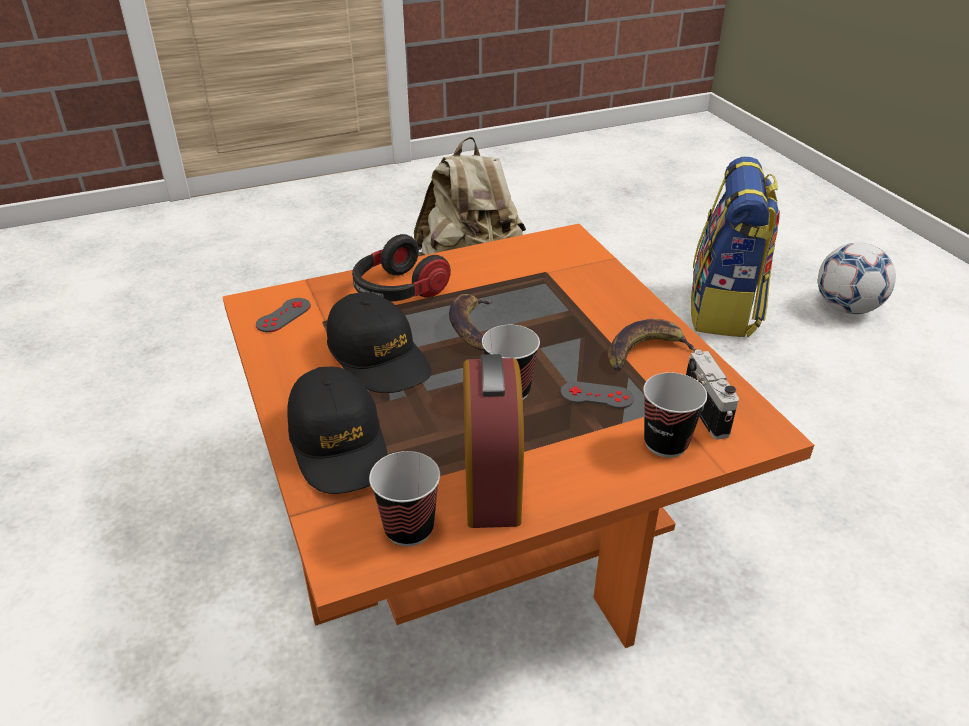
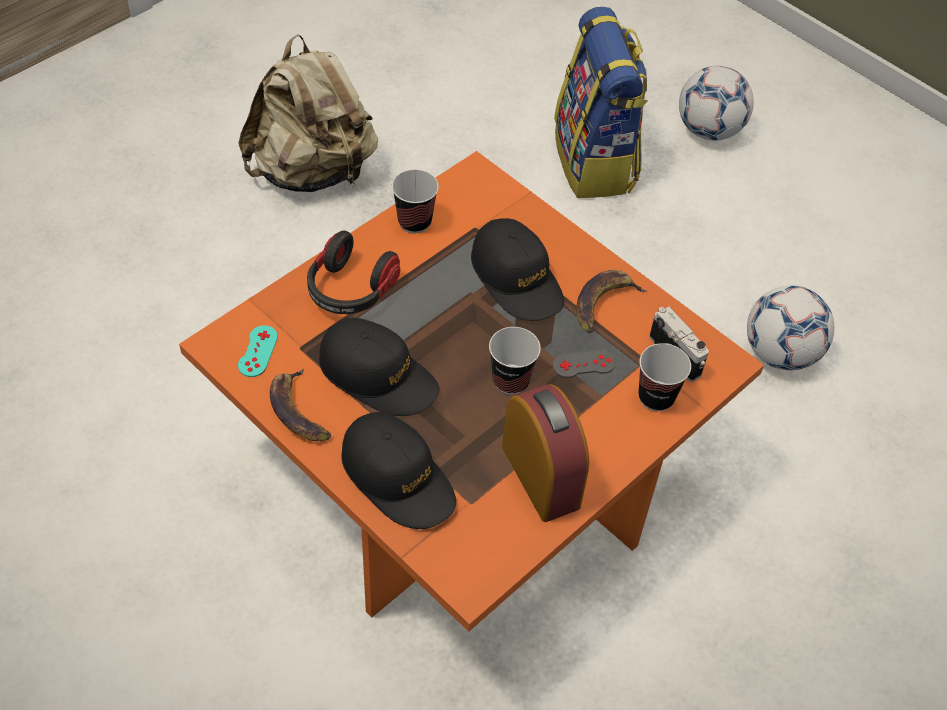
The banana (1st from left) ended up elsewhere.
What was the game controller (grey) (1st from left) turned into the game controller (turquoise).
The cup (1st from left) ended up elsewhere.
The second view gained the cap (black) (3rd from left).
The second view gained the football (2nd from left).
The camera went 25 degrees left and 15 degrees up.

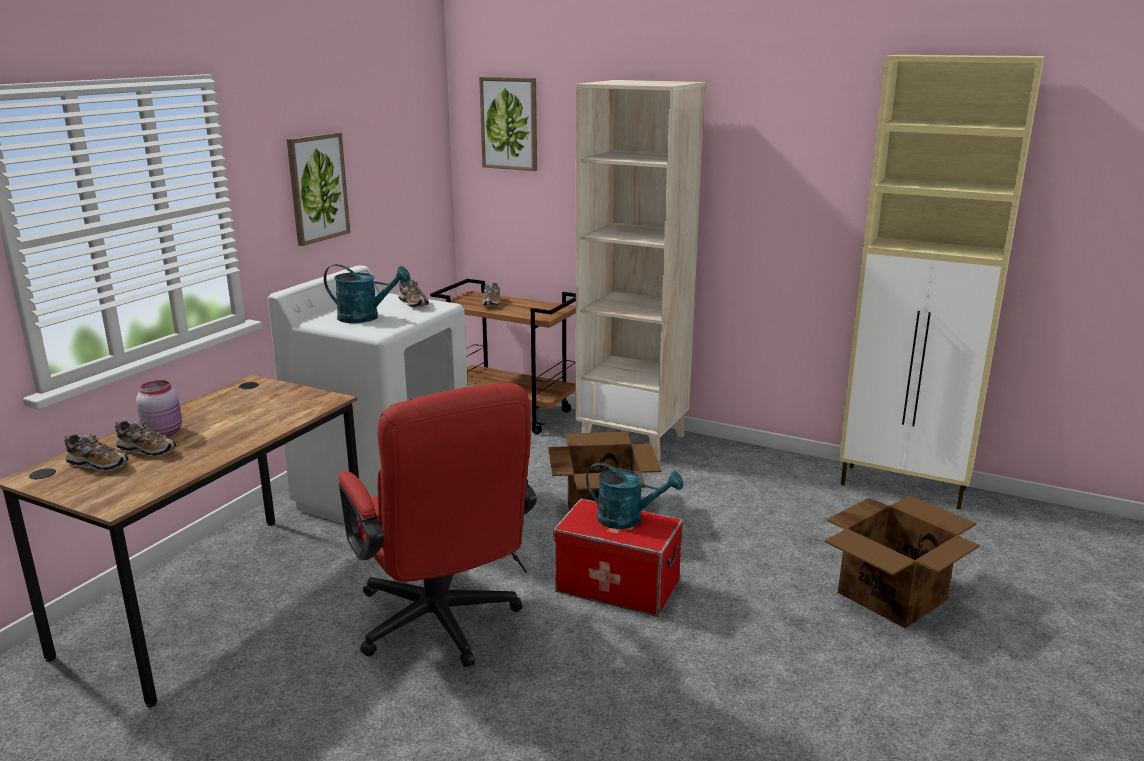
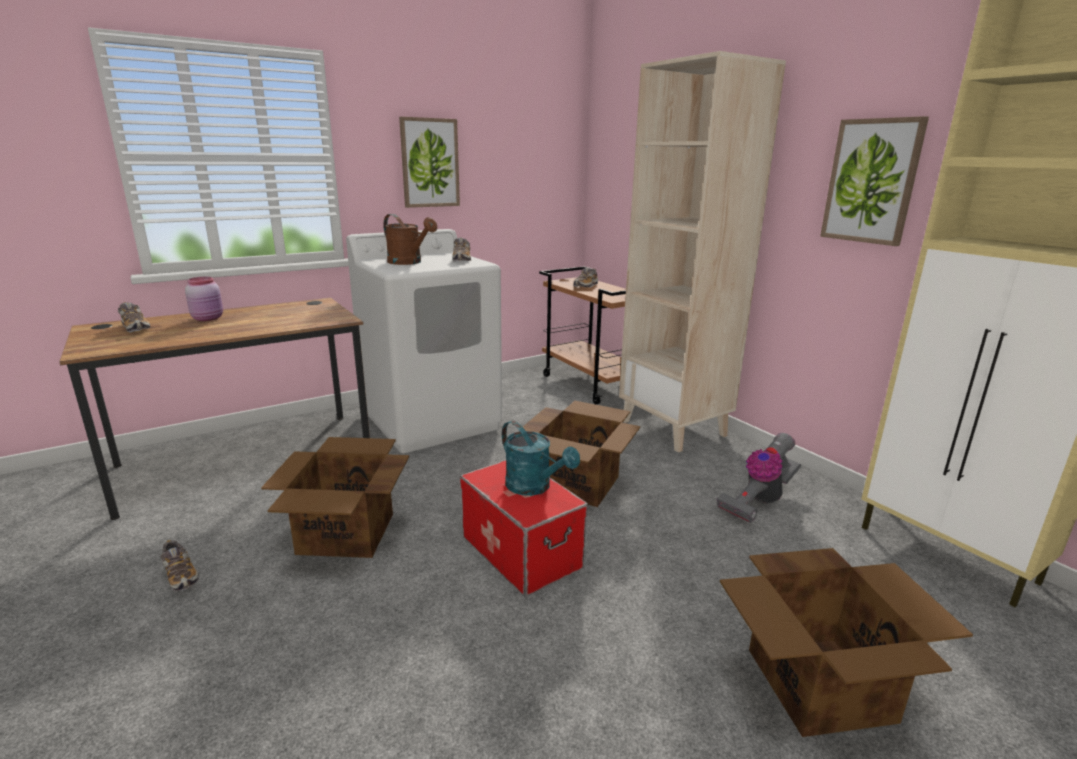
The picture (2nd from left) ended up elsewhere.
What was the watering can (turquoise) (1st from left) turned into the watering can (brown).
Where the office chair (red) stood, the cardboard box (1st from left) came to stand.
The shoe (2nd from left) ended up elsewhere.
The second view gained the vacuum cleaner.
The camera went 30 degrees right and 0 degrees up.

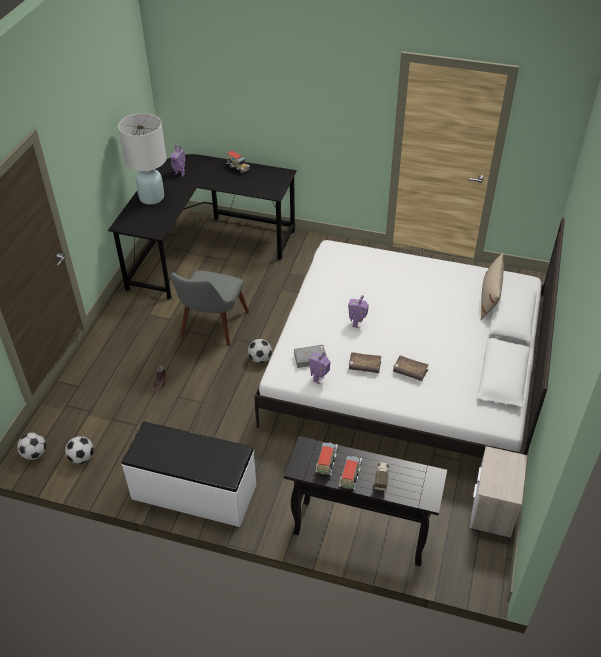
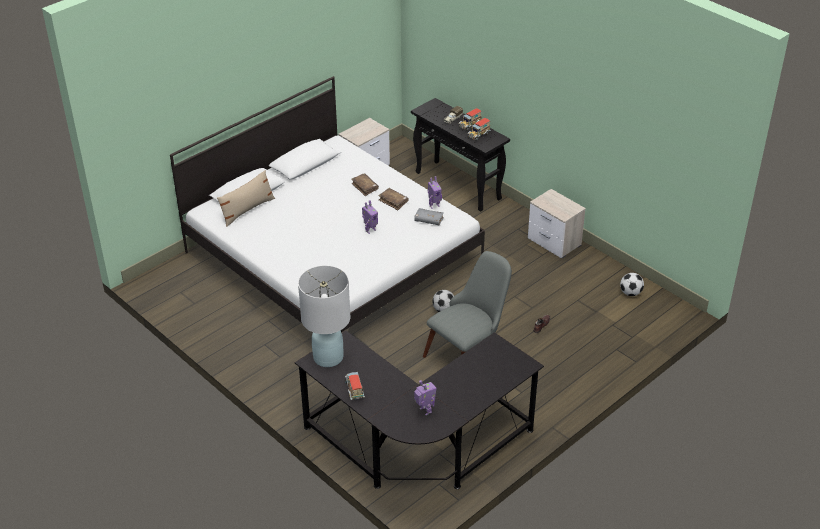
The table lamp (white) ended up elsewhere.
Where the bench (white) stood, the nightstand (2nd from left) came to stand.
The second view lost the football (1st from left).
The camera went 150 degrees left and 5 degrees down.

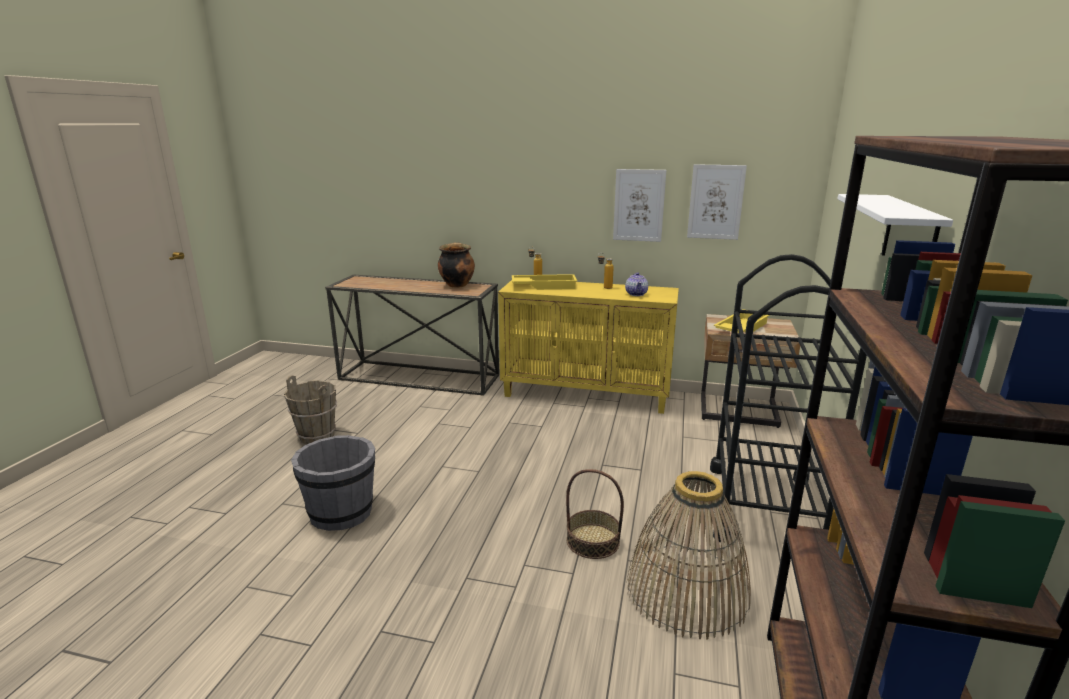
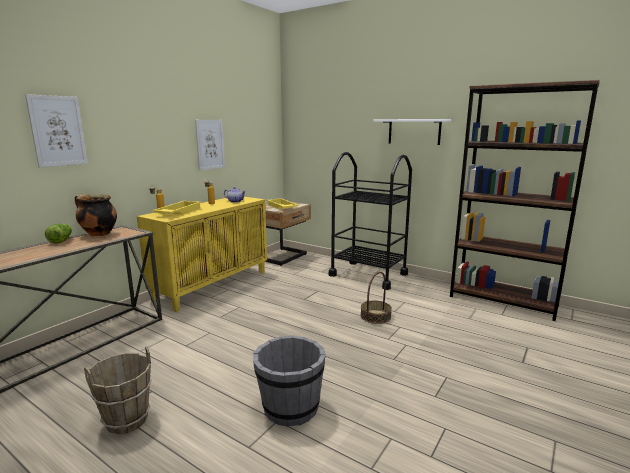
The picture (2nd from left in the first image) ended up elsewhere.
The second view lost the basket (2nd from left).
The second view gained the lettuce.
The camera went 70 degrees left and 5 degrees down.

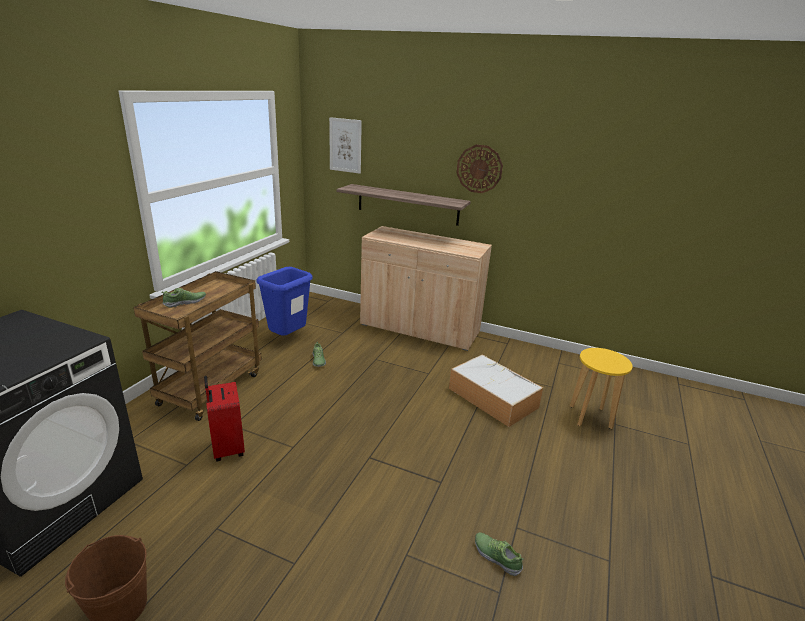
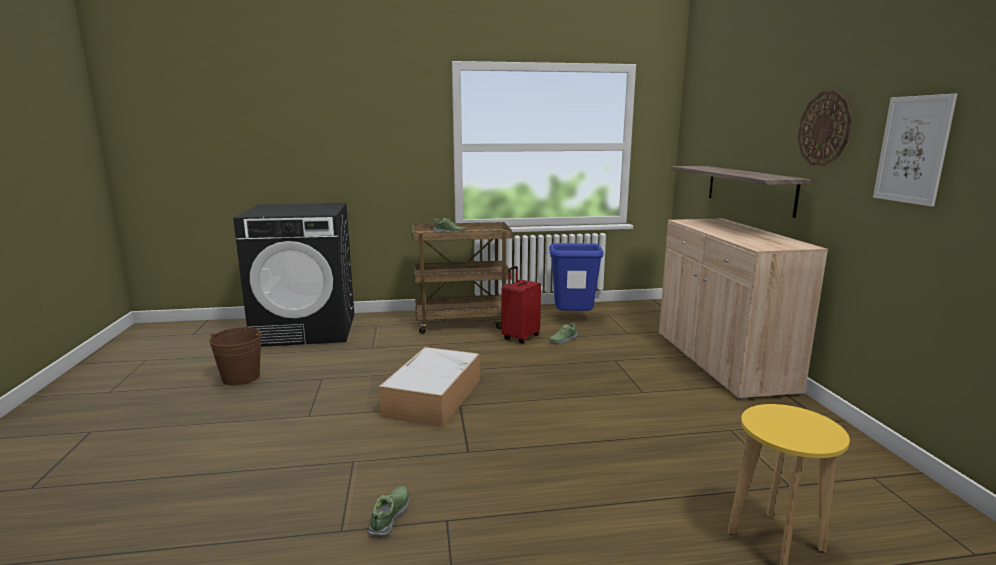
The picture ended up elsewhere.
The storage box ended up elsewhere.
The suitcase (red) ended up elsewhere.
The camera went 60 degrees right and 10 degrees down.

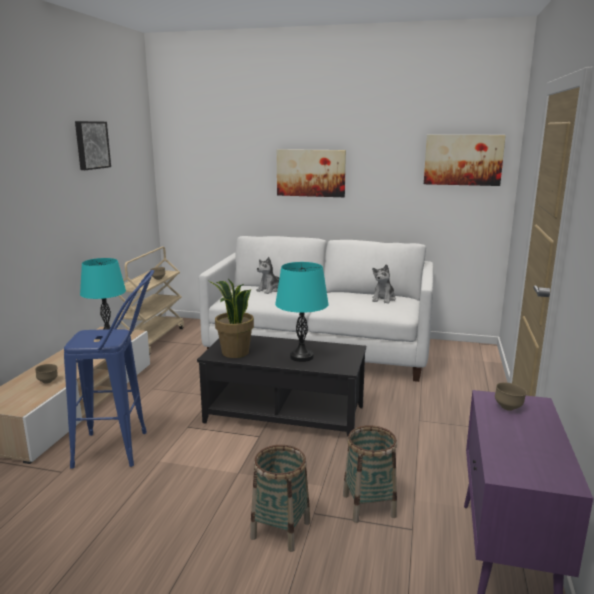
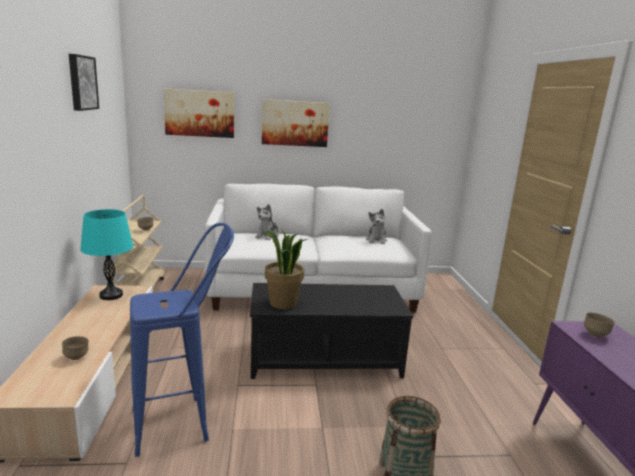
The picture (3rd from left in the first image) ended up elsewhere.
The second view lost the table lamp (turquoise) (2nd from left).
The second view lost the basket (2nd from left).
The camera went 20 degrees left and 0 degrees up.

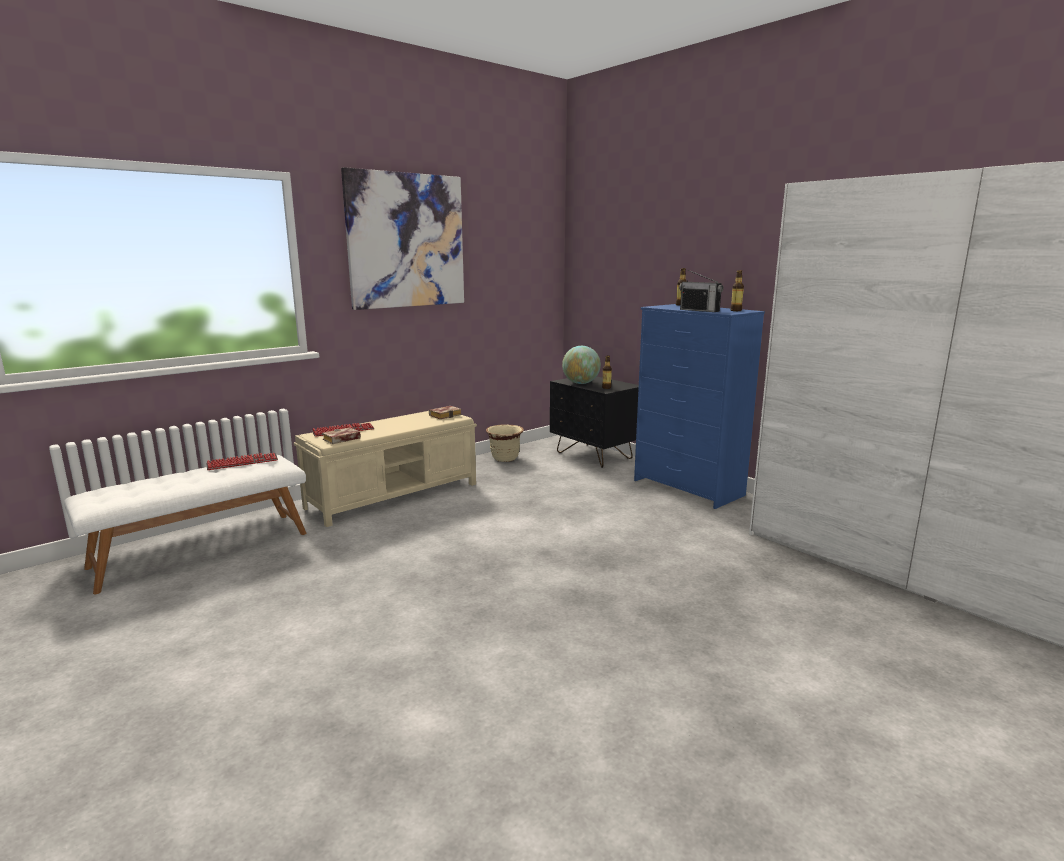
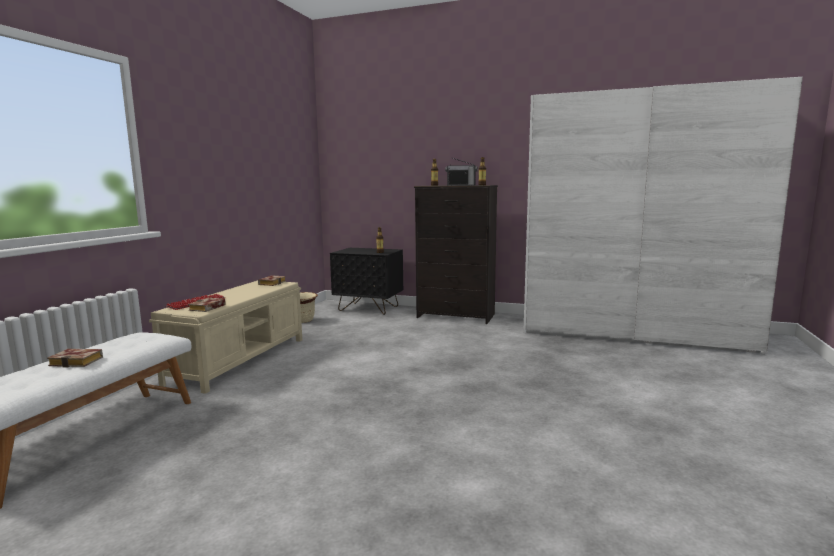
The second view lost the picture.
What was the dresser (blue) turned into the dresser (black).
The second view lost the globe.
The second view lost the keyboard (1st from left).
The second view gained the book (1st from left).
The camera went 30 degrees left and 5 degrees down.

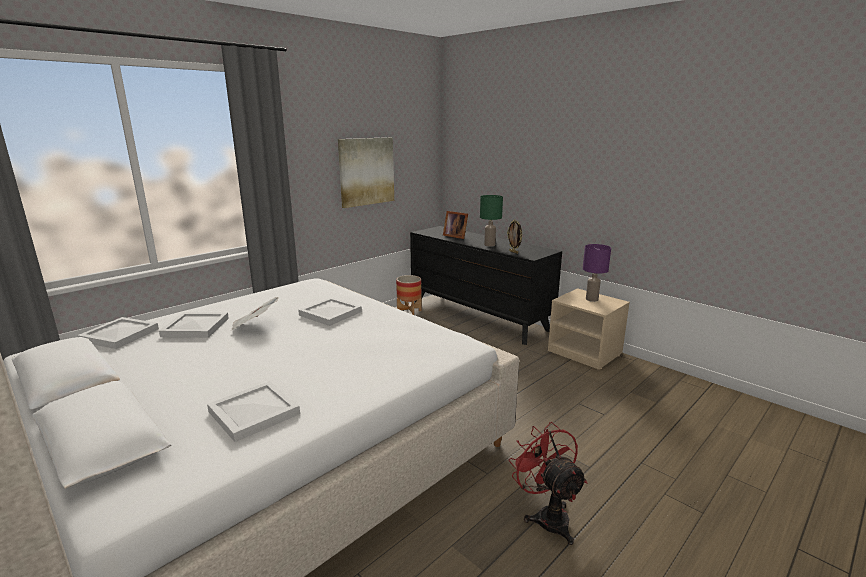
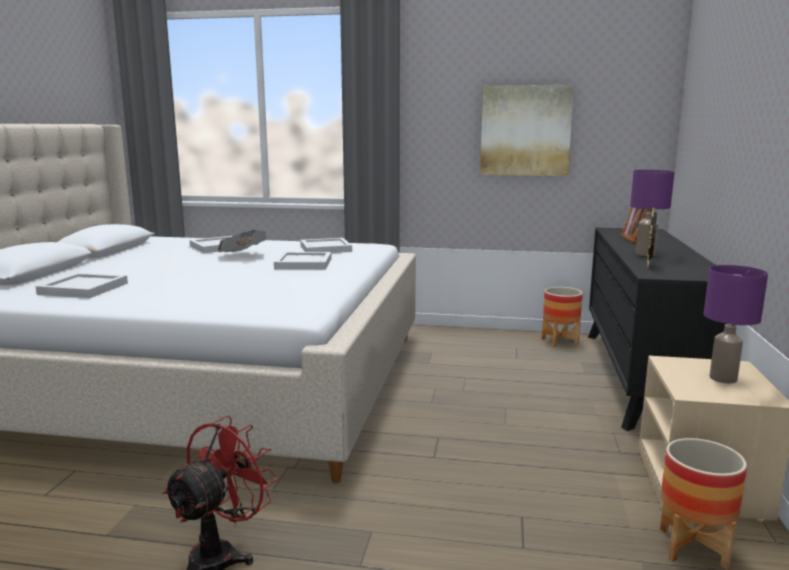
What was the table lamp (green) turned into the table lamp (purple) (1st from left).
The tray (white) (1st from left in the first image) ended up elsewhere.
The second view gained the planter (2nd from left).
The camera went 55 degrees right and 5 degrees down.

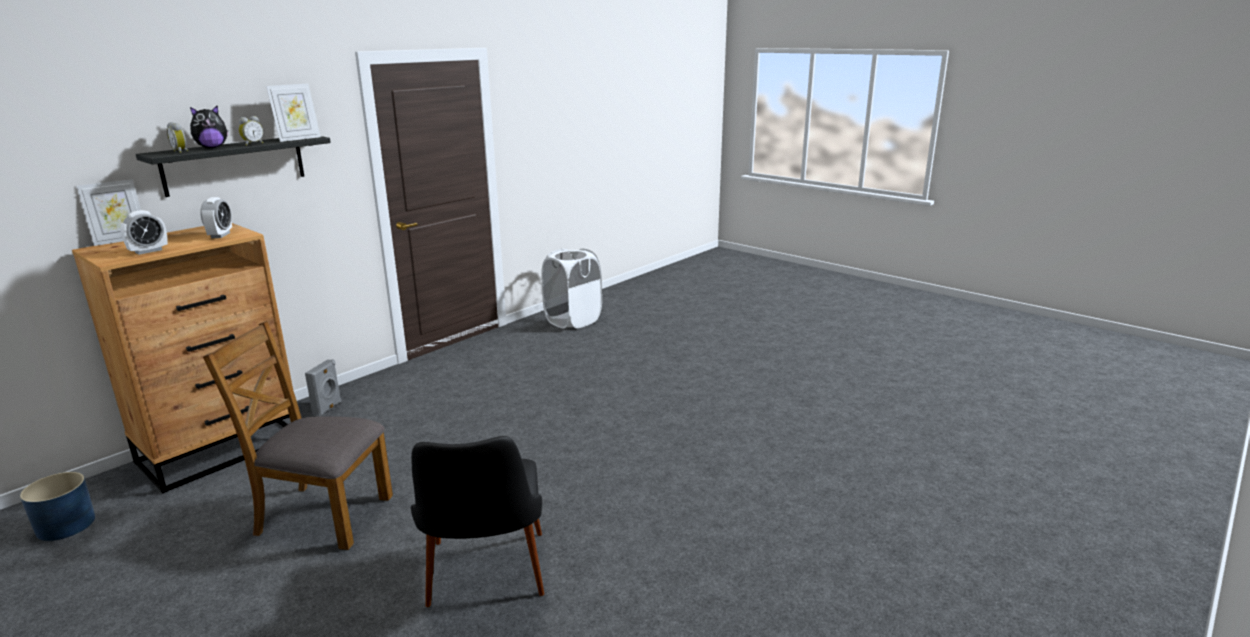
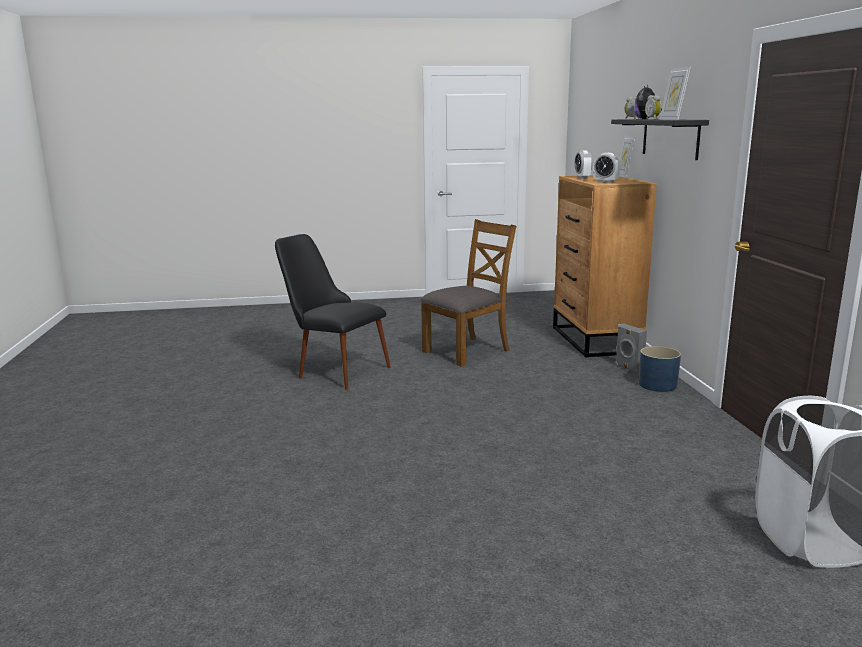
The planter (blue) ended up elsewhere.
The camera went 130 degrees right and 5 degrees down.

